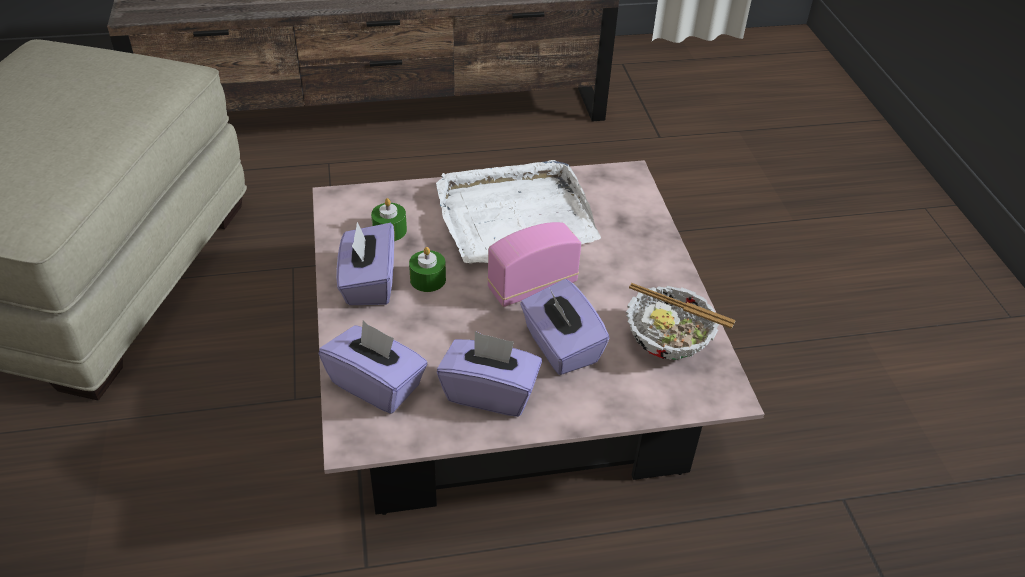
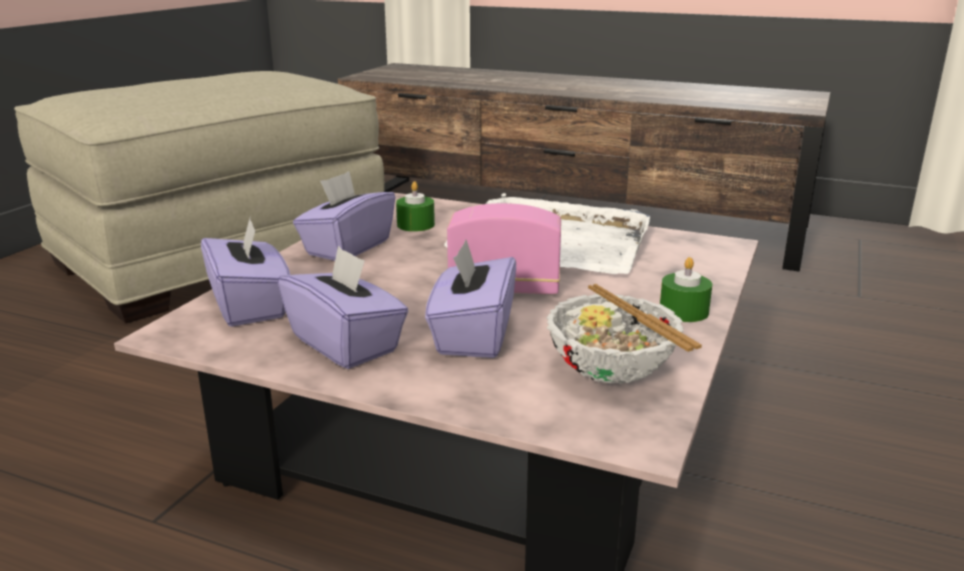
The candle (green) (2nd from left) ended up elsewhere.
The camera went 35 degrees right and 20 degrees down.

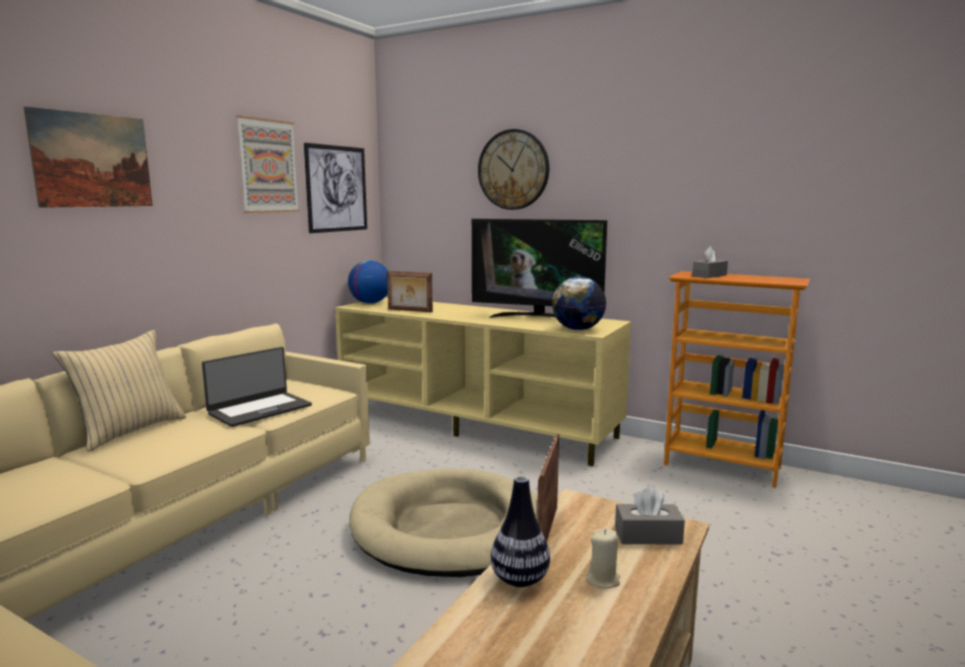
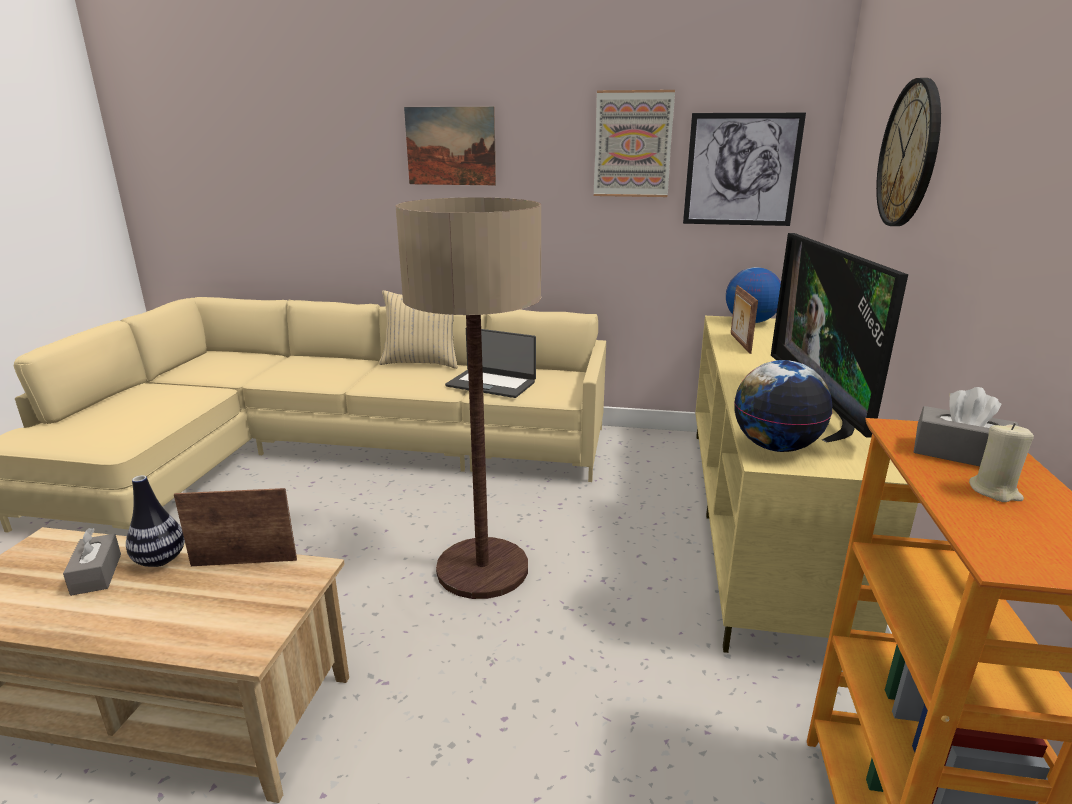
Where the dog bed (beige) stood, the floor lamp came to stand.
The tissue box (grey) (1st from left) ended up elsewhere.
The candle (beige) ended up elsewhere.
The camera went 70 degrees right and 10 degrees up.

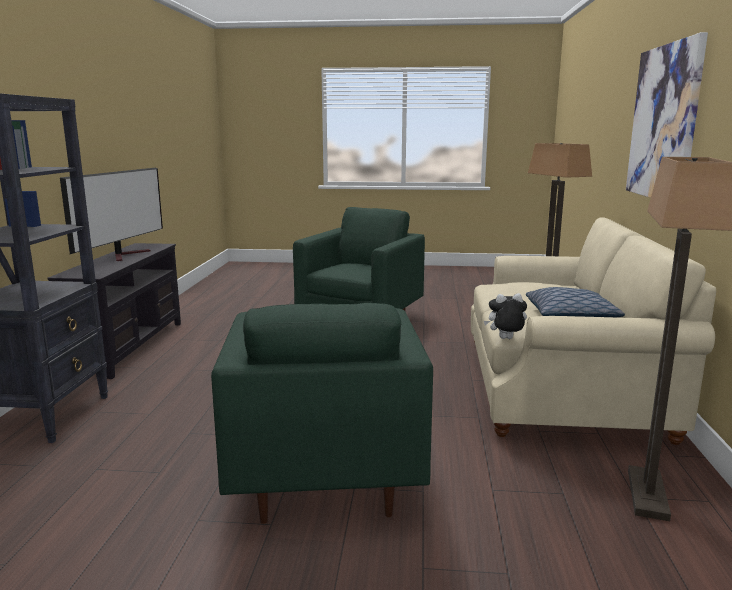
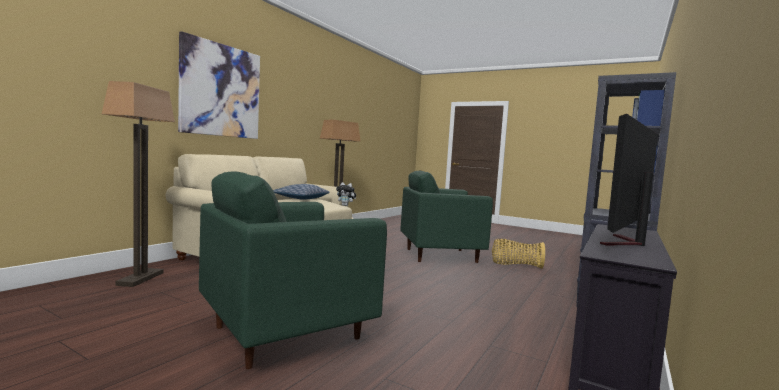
The armchair (green) (1st from left in the first image) ended up facing another way, 120 degrees counterclockwise from before.
The second view gained the basket.
The camera went 155 degrees left and 10 degrees down.

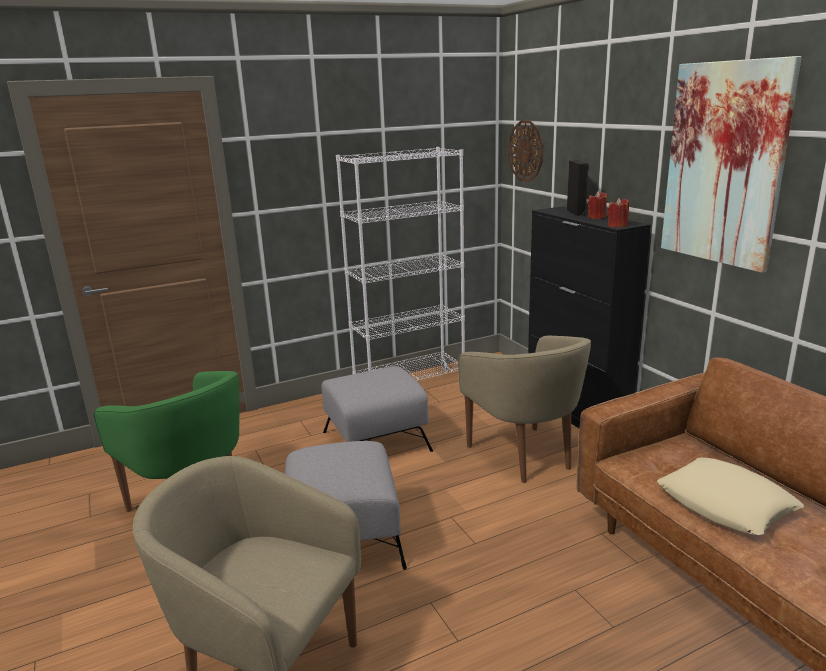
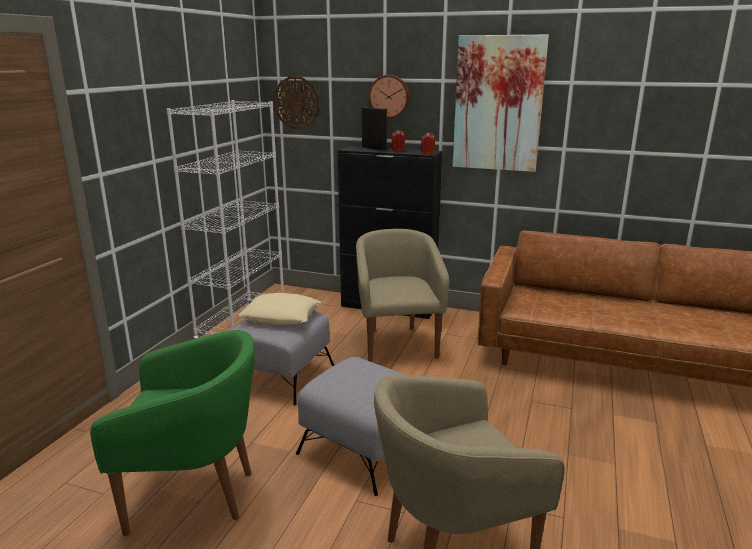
The armchair (beige) (2nd from left in the first image) ended up facing another way, 120 degrees counterclockwise from before.
The pillow (beige) ended up elsewhere.
The second view gained the wall clock (2nd from left).
The camera went 45 degrees left and 0 degrees up.

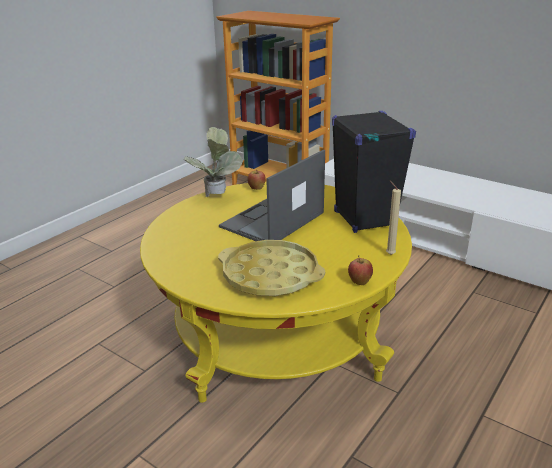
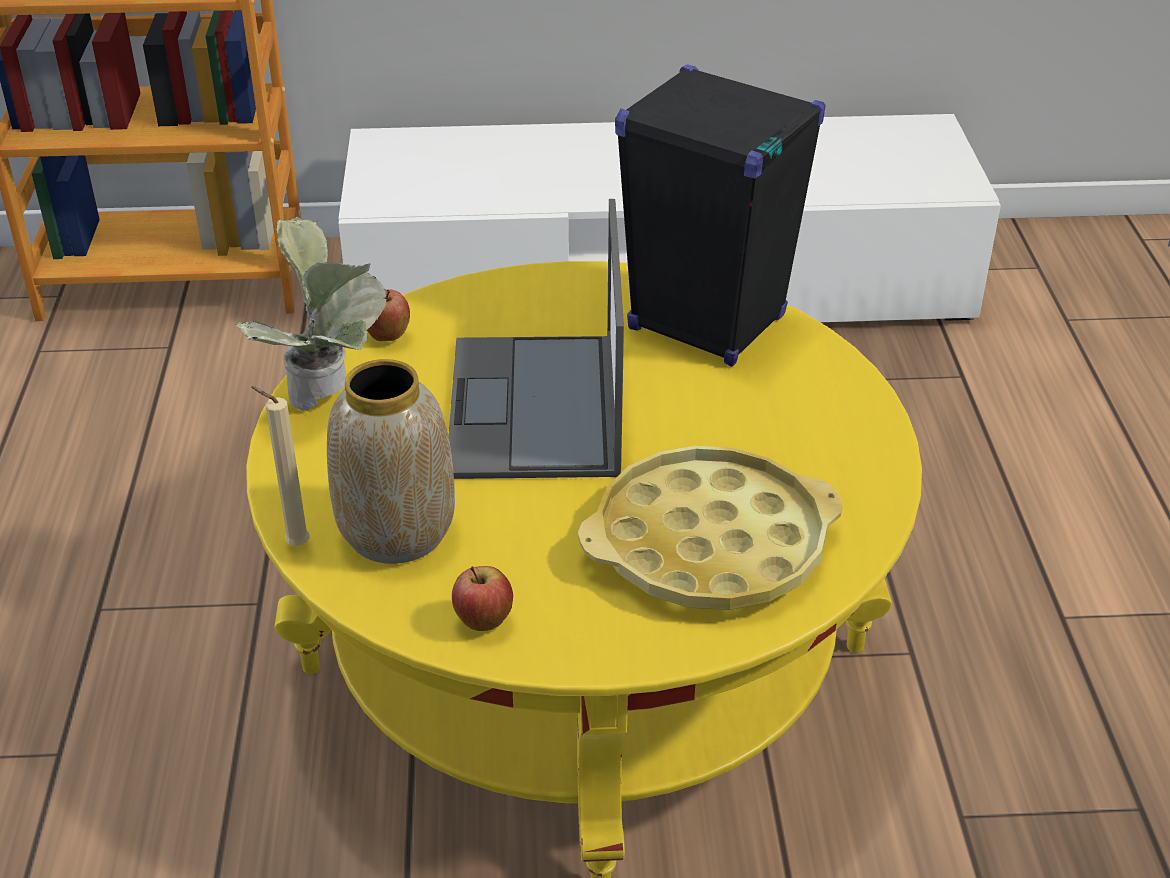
The candle (beige) ended up elsewhere.
The apple (2nd from left) ended up elsewhere.
The second view gained the vase.
The camera went 40 degrees left and 10 degrees up.

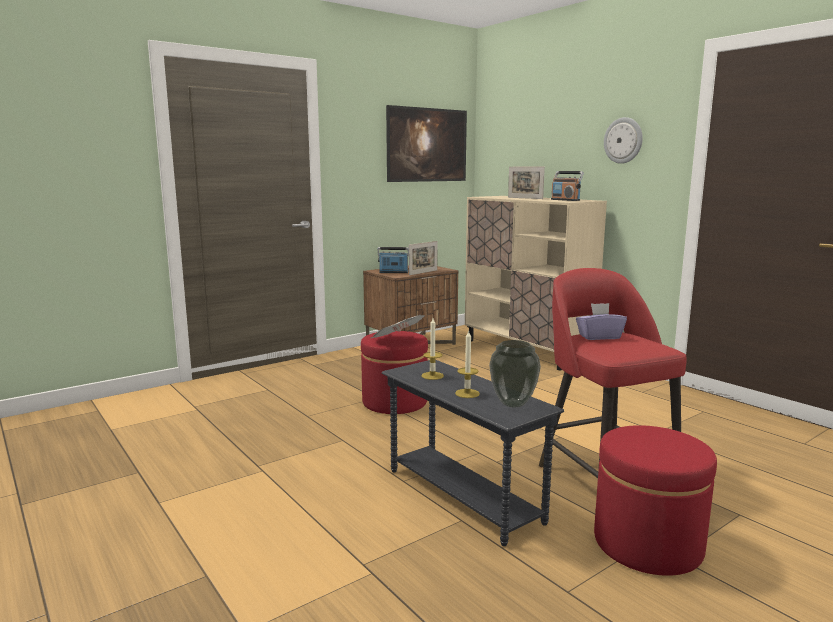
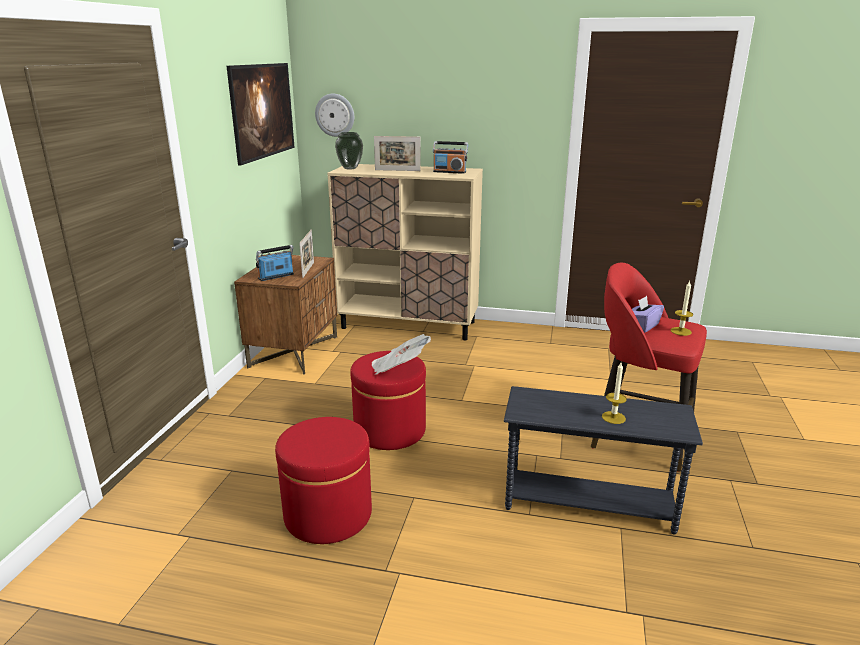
The wall clock ended up elsewhere.
The candle (1st from left in the first image) ended up elsewhere.
The vase ended up elsewhere.
The ottoman (red) (2nd from left in the first image) ended up elsewhere.
The camera went 40 degrees left and 10 degrees up.

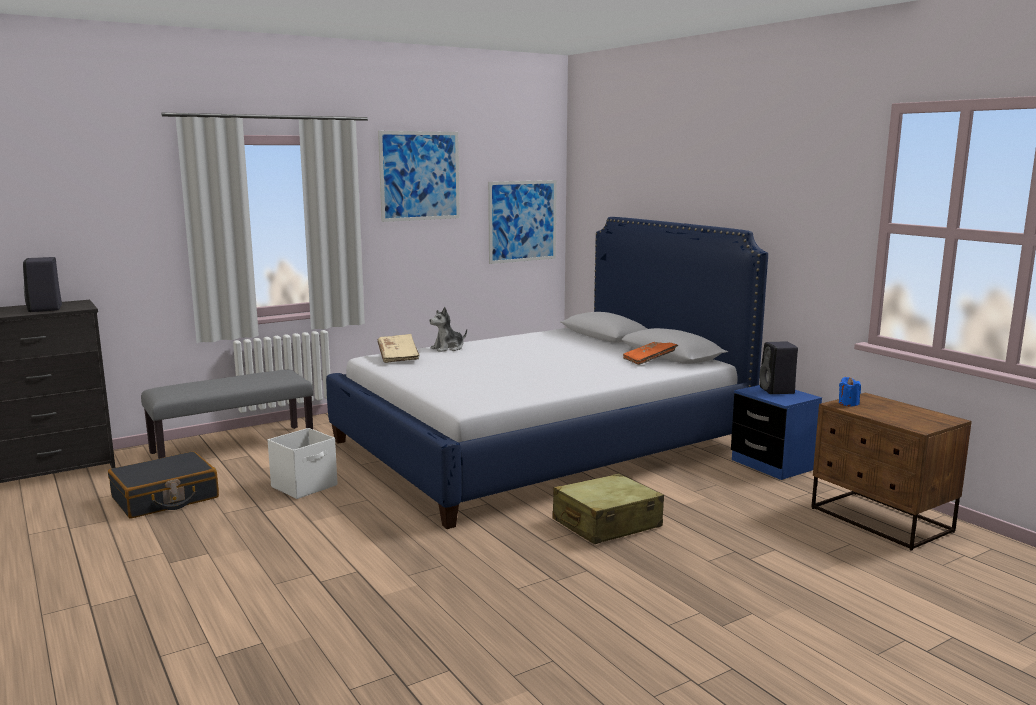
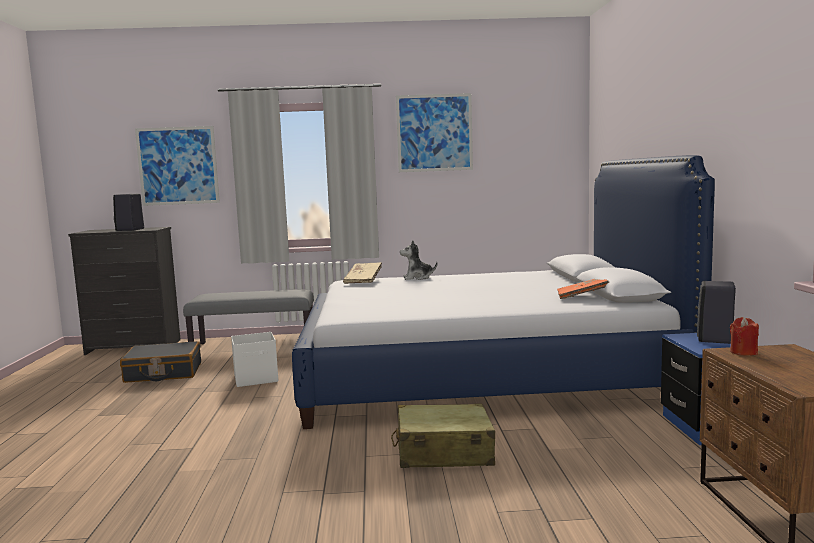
The picture (2nd from left in the first image) ended up elsewhere.
What was the candle (blue) turned into the candle (red).
The camera went 30 degrees right and 5 degrees down.

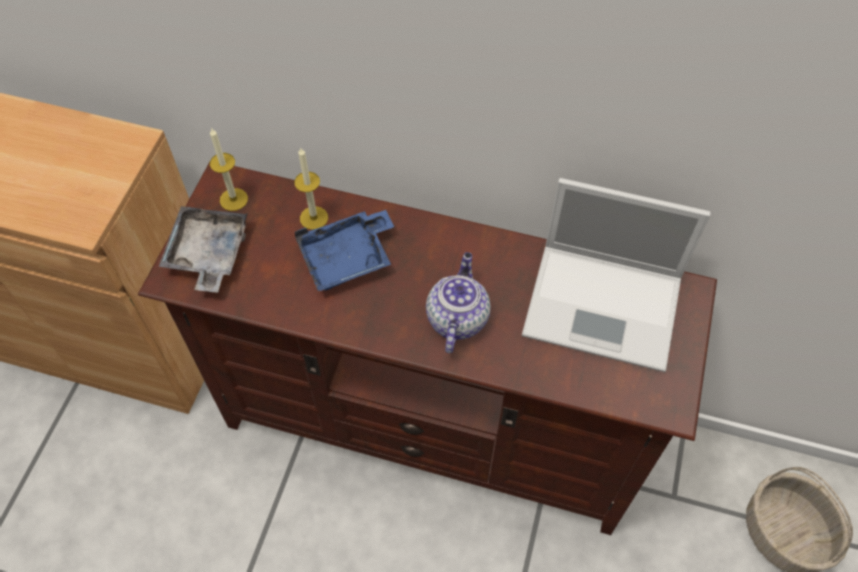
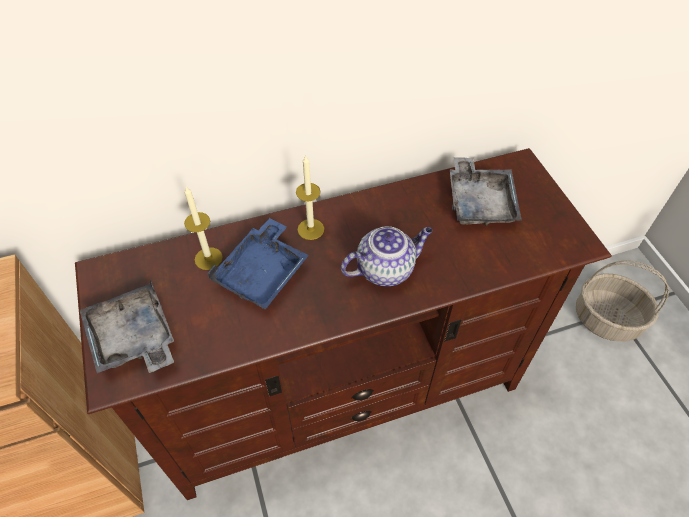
The candle (1st from left in the first image) ended up elsewhere.
Where the laptop stood, the tray (grey) (2nd from left) came to stand.
The teapot ended up facing another way, 90 degrees clockwise from before.
The camera went 35 degrees left and 5 degrees down.

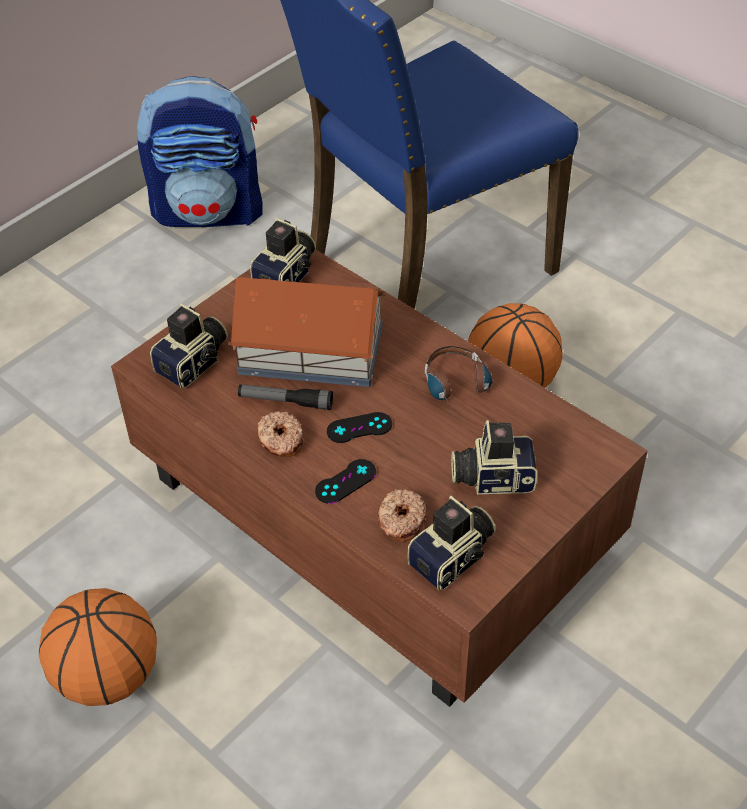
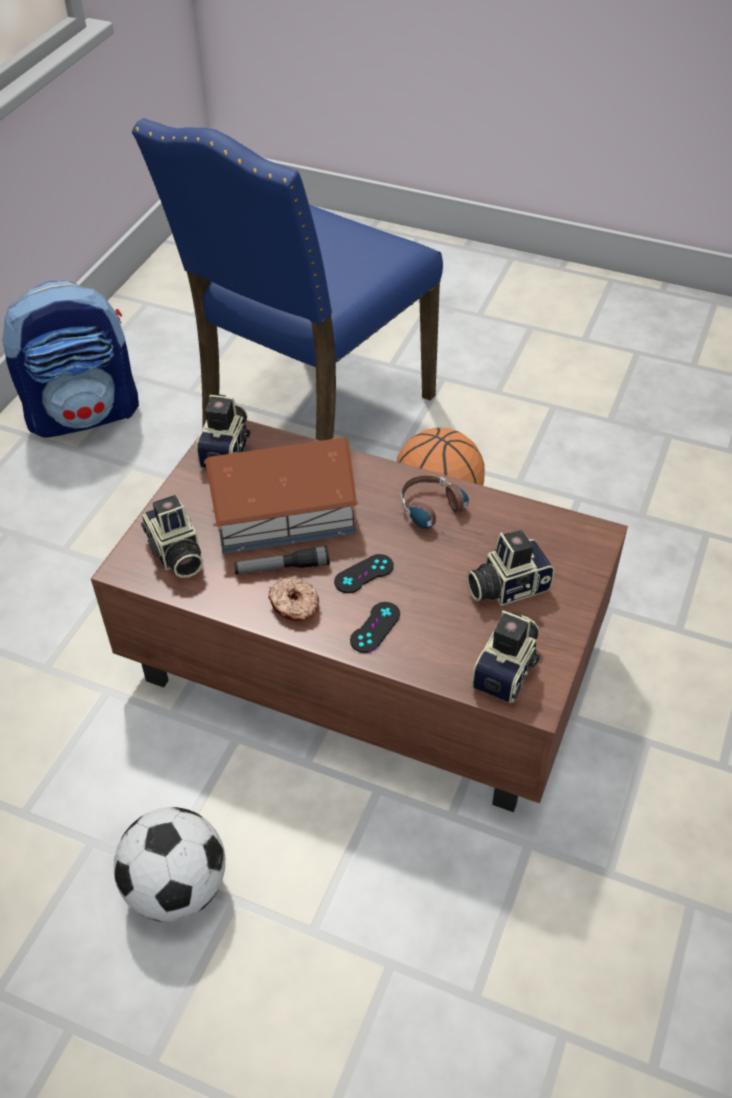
The photo camera (1st from left) ended up facing another way, 135 degrees clockwise from before.
The second view lost the donut (2nd from left).
Where the basketball (1st from left) stood, the football came to stand.
The camera went 20 degrees left and 0 degrees up.

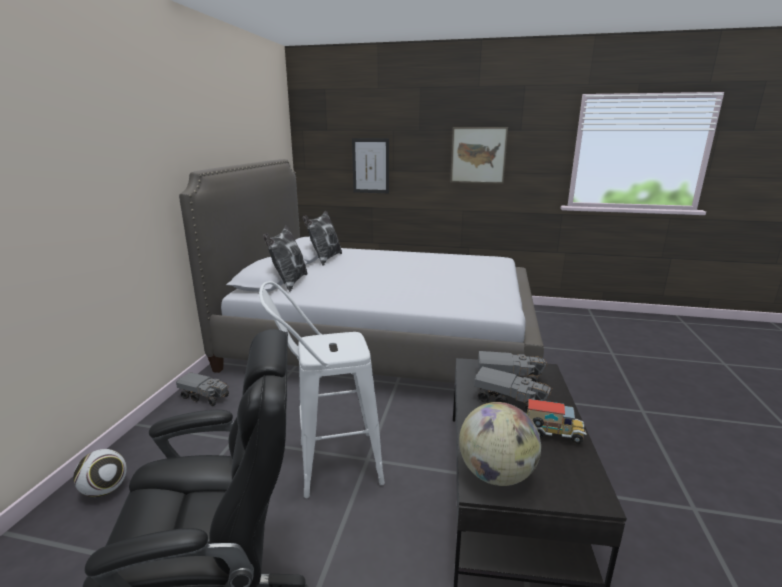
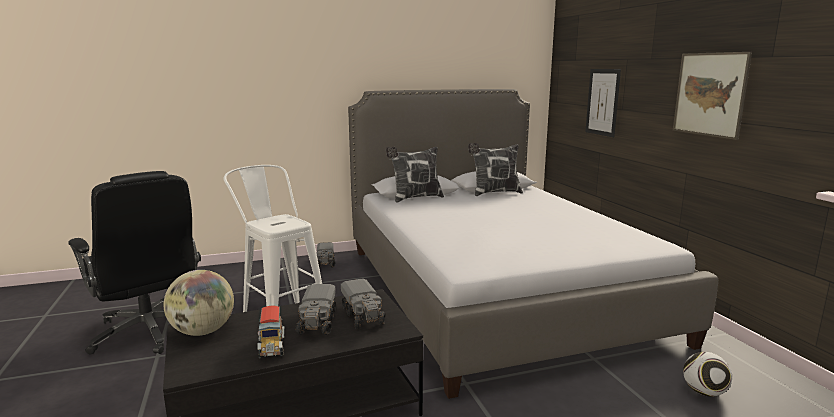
The football ended up elsewhere.
The camera went 60 degrees right and 5 degrees down.

